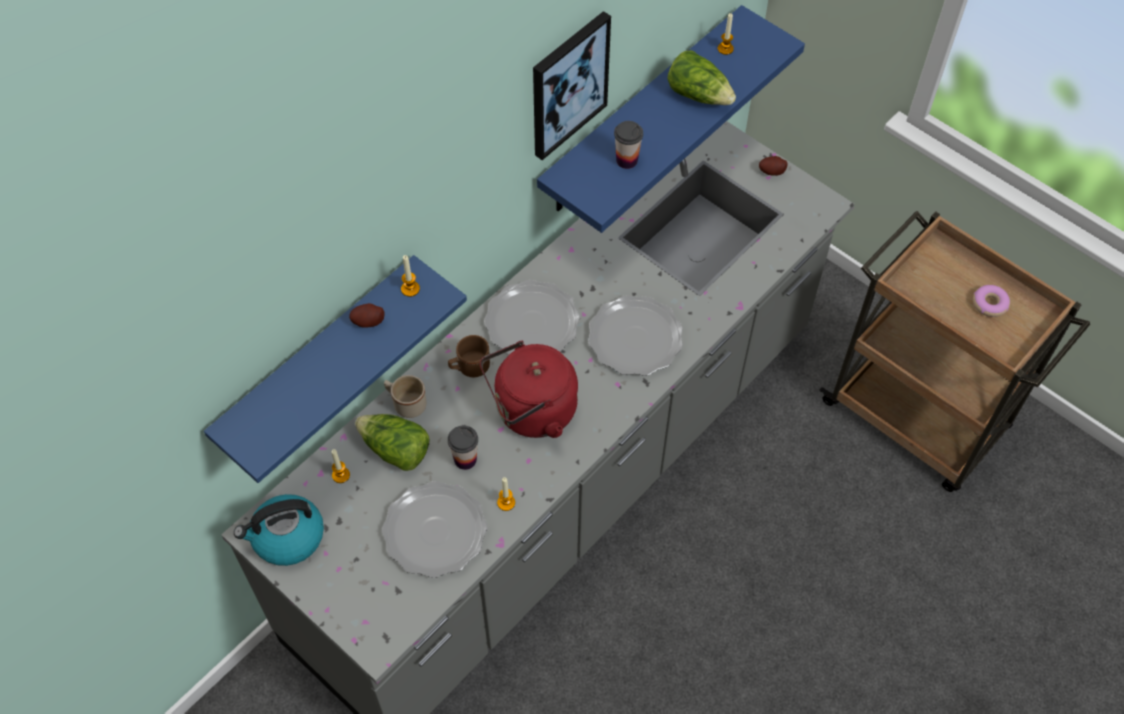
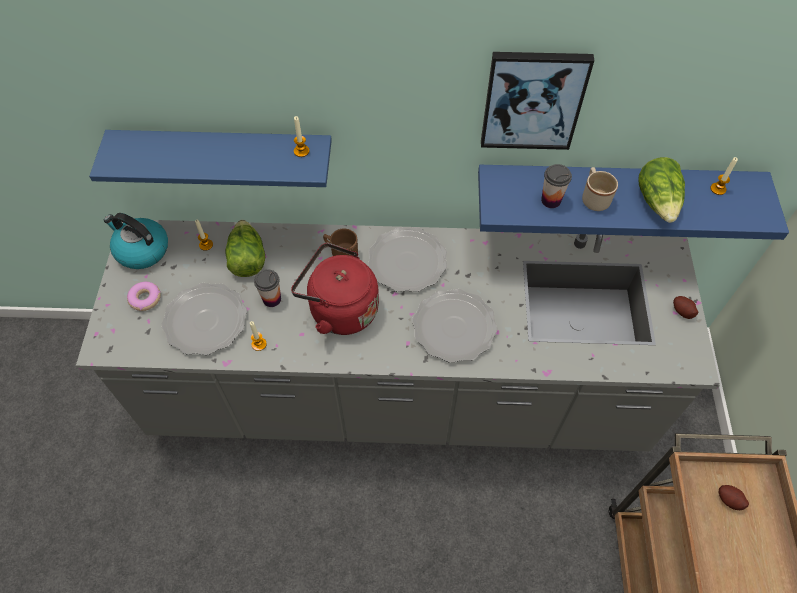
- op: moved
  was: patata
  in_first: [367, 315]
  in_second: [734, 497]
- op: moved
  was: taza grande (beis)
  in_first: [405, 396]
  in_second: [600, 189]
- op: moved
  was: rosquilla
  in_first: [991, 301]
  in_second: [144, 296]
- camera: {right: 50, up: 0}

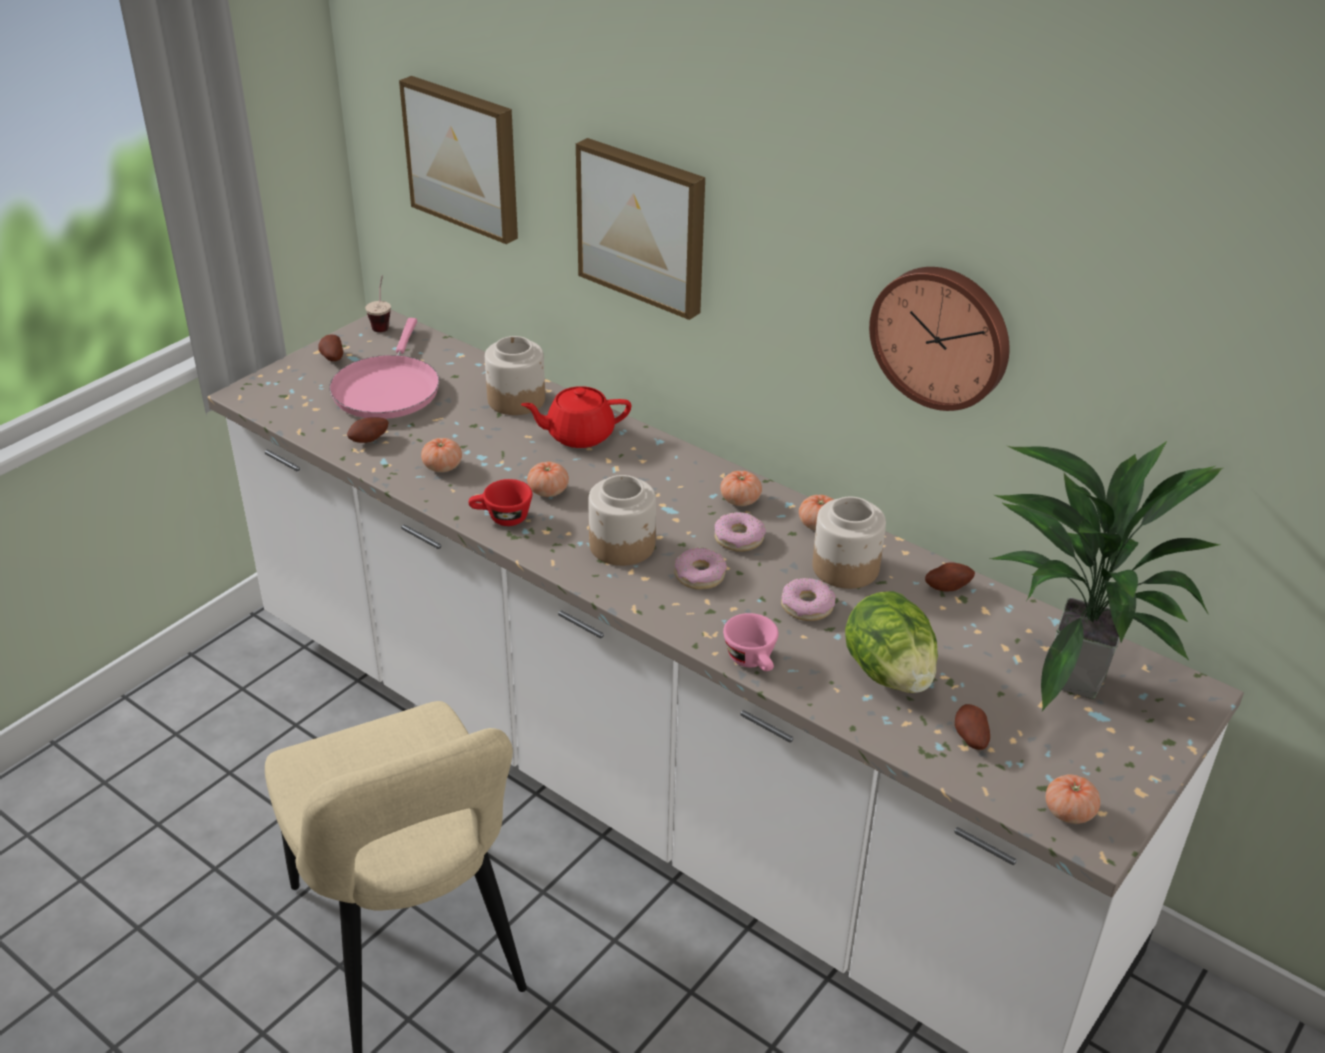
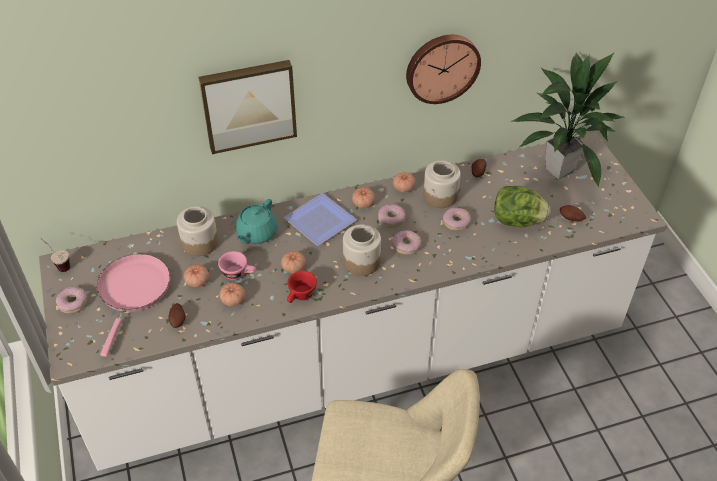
- op: removed
  was: cuadro
  in_first: [458, 160]
- op: added
  now: plato
  in_second: [320, 219]
- op: moved
  was: taza (rosa)
  in_first: [750, 642]
  in_second: [237, 265]
- op: moved
  was: tomate
  in_first: [1073, 799]
  in_second: [196, 276]
- op: replaced
  was: patata
  now: rosquilla
  in_first: [330, 347]
  in_second: [71, 300]
- op: recoloured
  was: tetera (rojo)
  now: tetera (turquesa)
  in_first: [576, 417]
  in_second: [256, 221]
- op: turned
  was: sartén (rosa)
  in_first: [384, 368]
  in_second: [133, 305]
  clockwise: -120
- camera: {right: -55, up: 10}

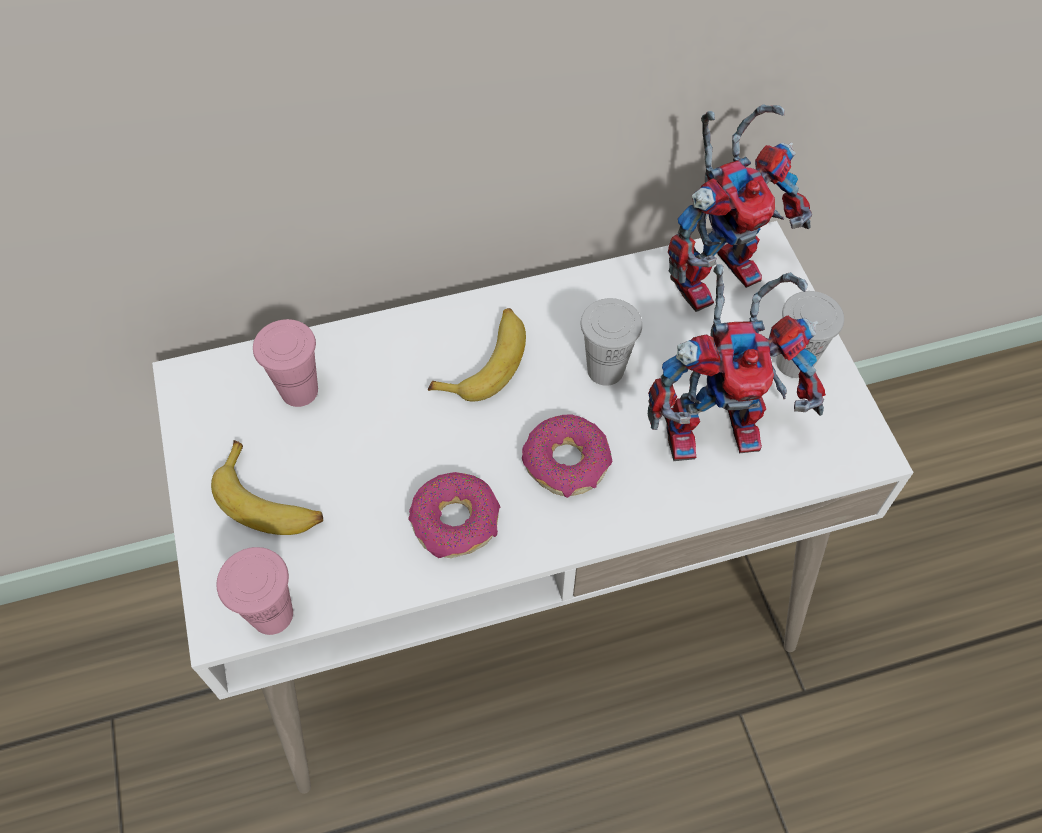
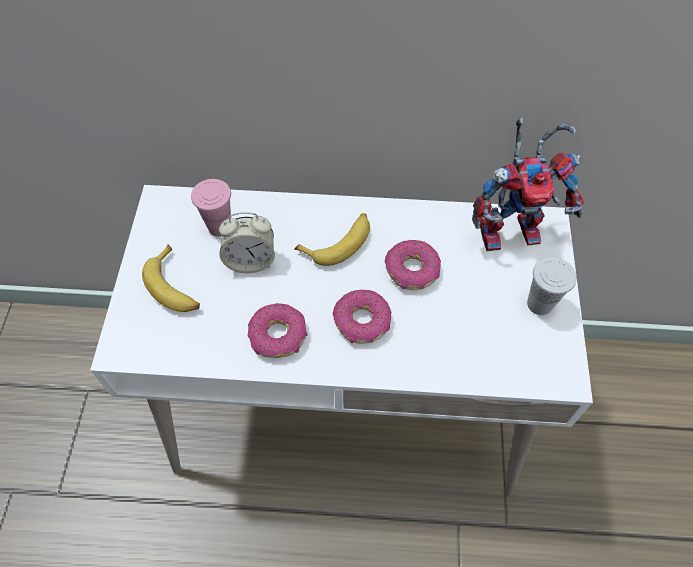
- op: removed
  was: taza (rosa)
  in_first: [254, 591]
- op: removed
  was: robot de juguete
  in_first: [737, 362]
- op: added
  now: despertador
  in_second: [247, 242]
- op: replaced
  was: taza (blanco)
  now: rosquilla
  in_first: [611, 342]
  in_second: [413, 265]
- camera: {right: 20, up: 0}

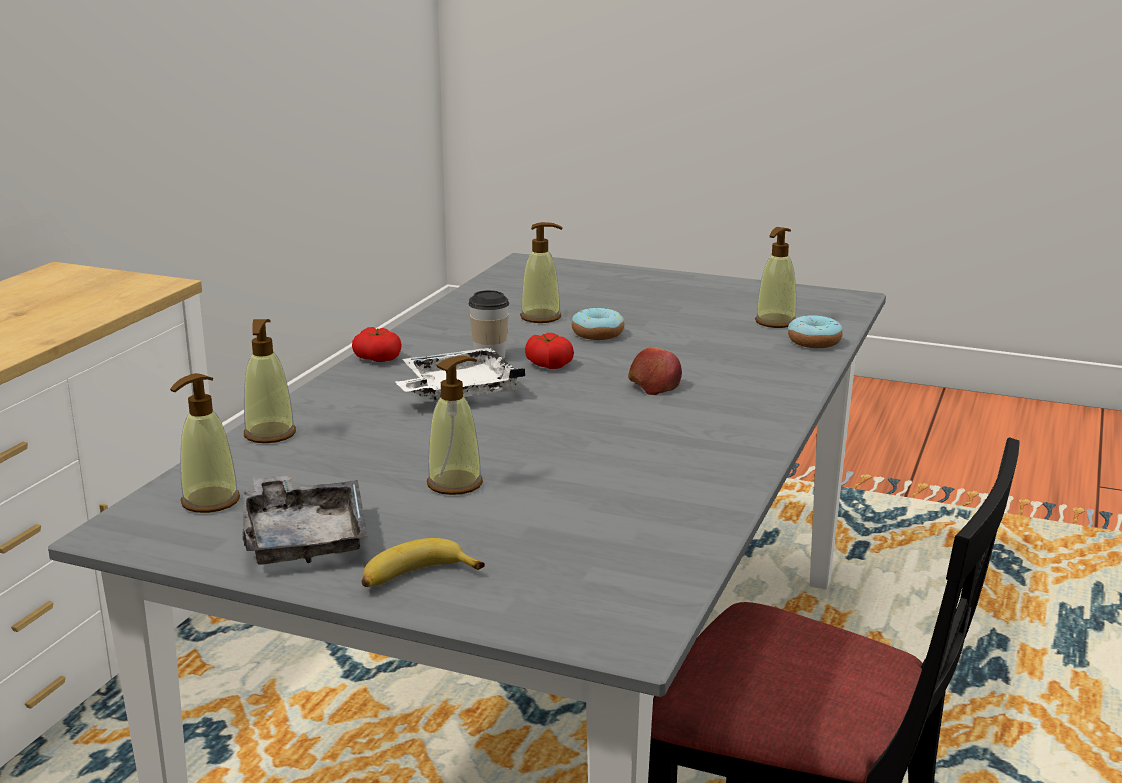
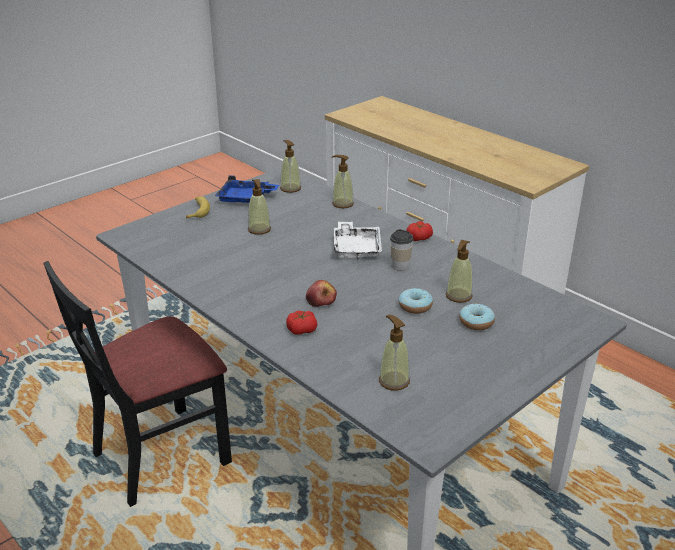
- op: moved
  was: tomate
  in_first: [549, 351]
  in_second: [301, 322]
- op: moved
  was: rosquilla
  in_first: [815, 331]
  in_second: [477, 316]
- op: recoloured
  was: bandeja (gris)
  now: bandeja (azul)
  in_first: [305, 520]
  in_second: [247, 189]
- camera: {right: 115, up: 10}

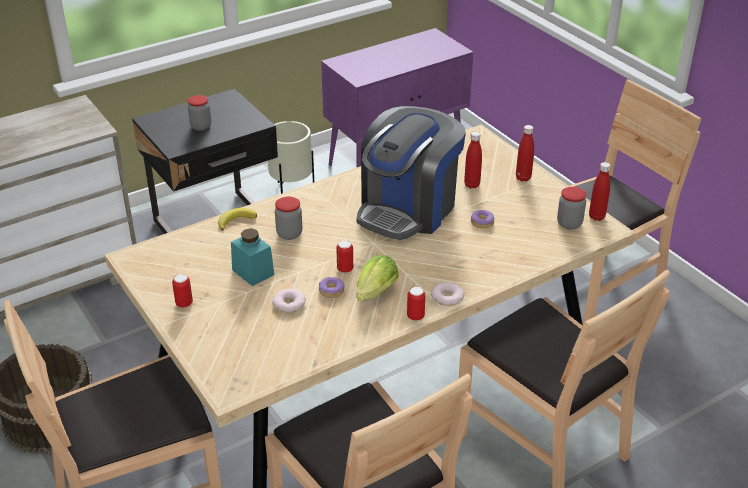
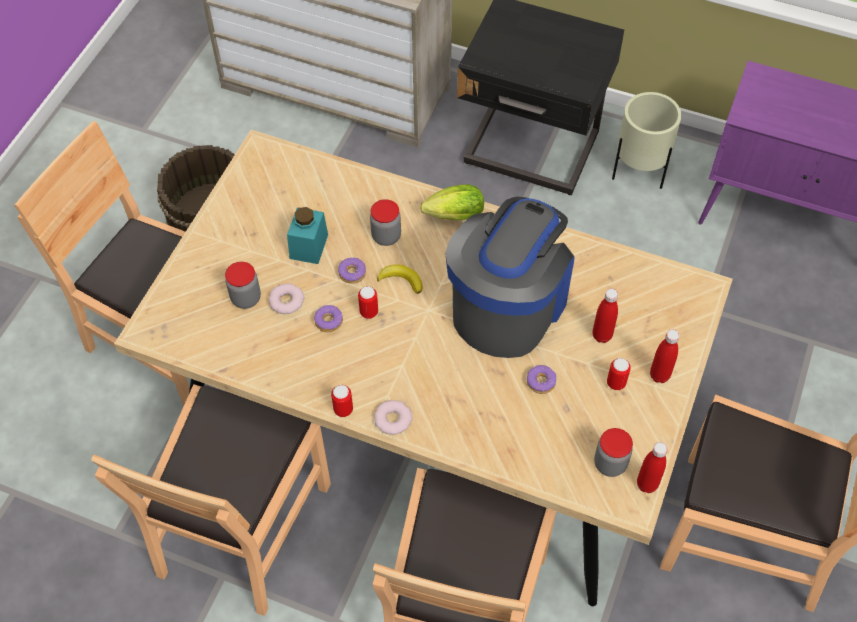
- op: added
  now: rosquilla
  in_second: [352, 270]
- op: moved
  was: lata
  in_first: [182, 291]
  in_second: [619, 374]
- op: moved
  was: tarro
  in_first: [199, 113]
  in_second: [243, 285]
- op: moved
  was: plátano
  in_first: [237, 219]
  in_second: [400, 279]
- op: moved
  was: lechuga
  in_first: [377, 278]
  in_second: [452, 202]
- op: turned
  was: cafetera
  in_first: [411, 173]
  in_second: [510, 277]
  clockwise: 120
- camera: {right: 55, up: 20}

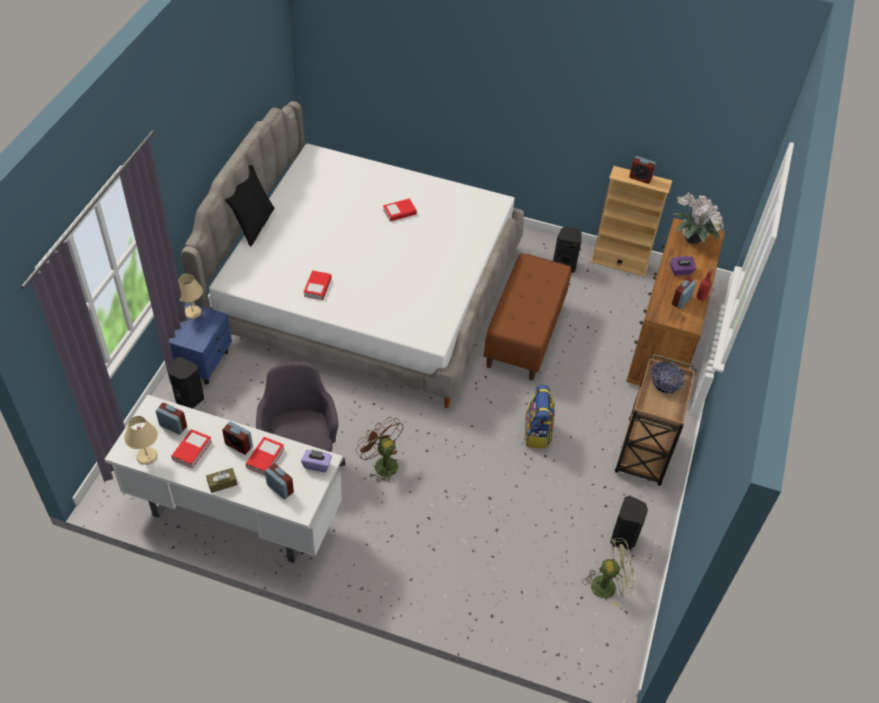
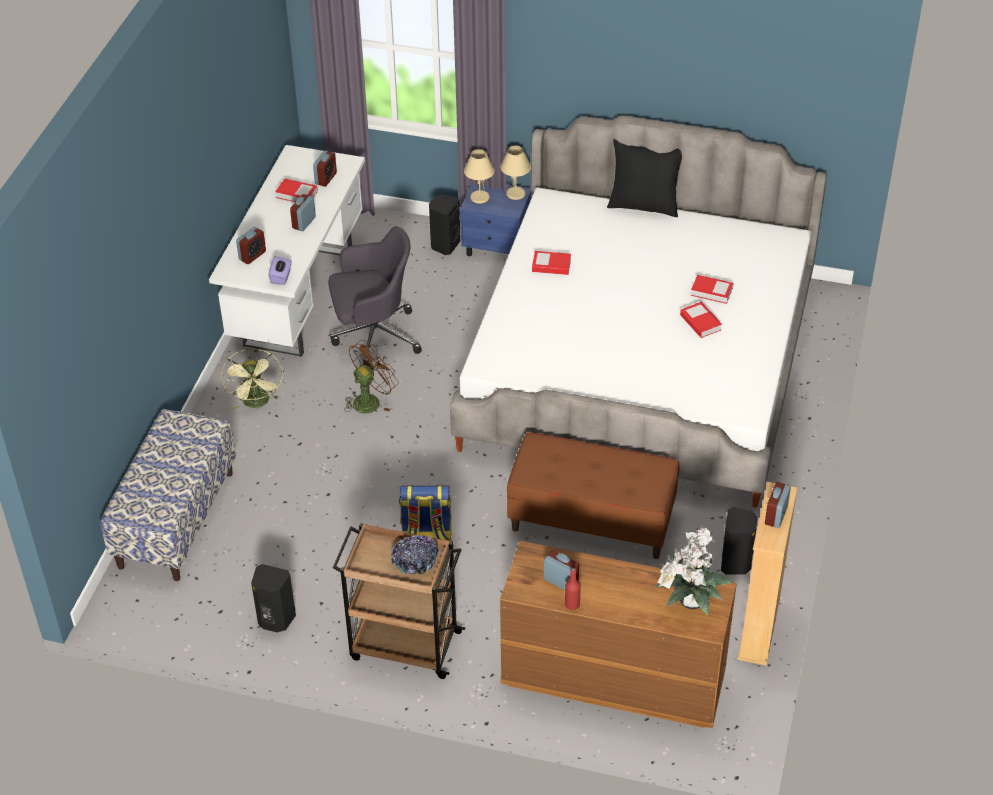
- op: removed
  was: caja de pañuelos (marrón)
  in_first: [221, 480]
- op: removed
  was: caja de pañuelos (morado)
  in_first: [683, 265]
- op: added
  now: banco
  in_second: [168, 495]
- op: moved
  was: lámpara de mesa (beis)
  in_first: [141, 440]
  in_second: [479, 176]
- op: moved
  was: libro
  in_first: [265, 456]
  in_second: [712, 289]
- op: moved
  was: ventilador (verde)
  in_first: [608, 572]
  in_second: [252, 379]
- camera: {right: 90, up: -5}

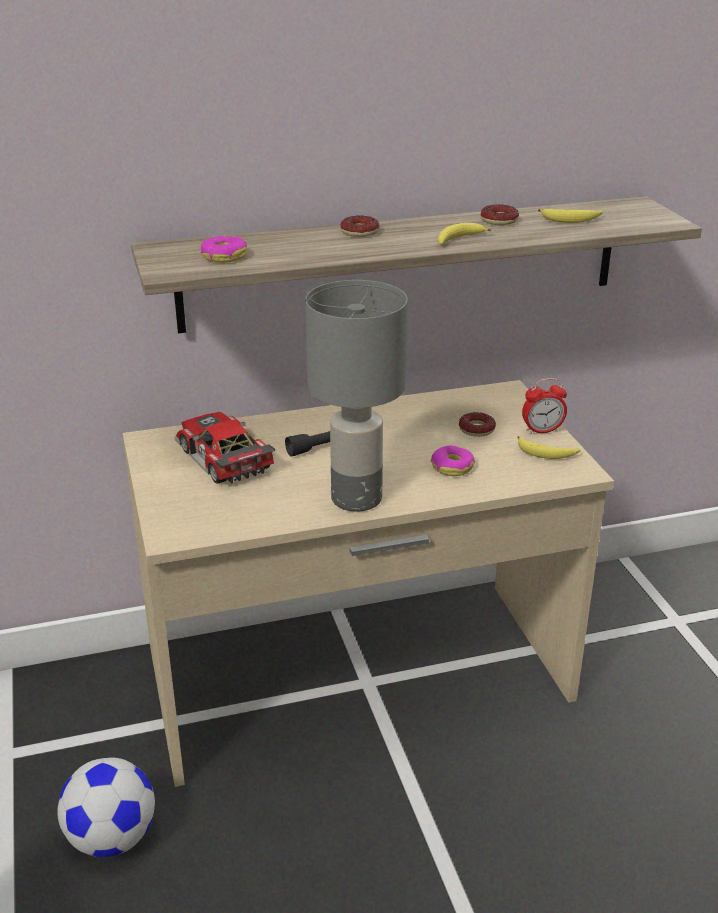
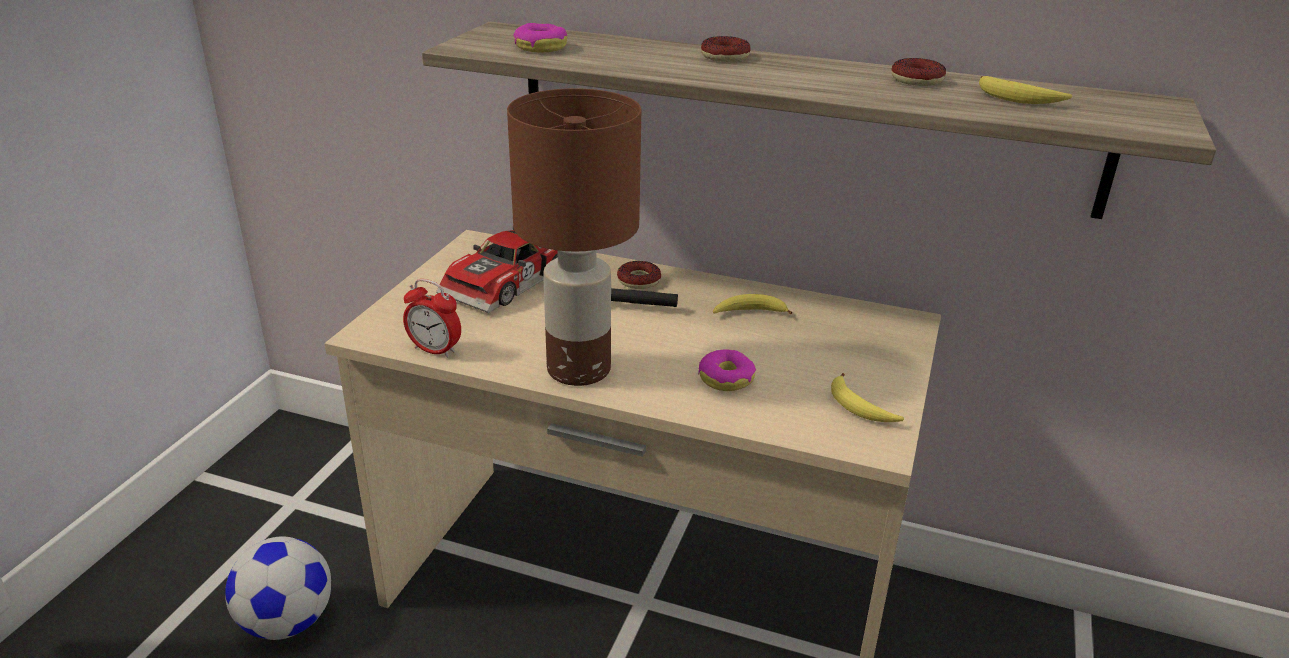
- op: moved
  was: plátano
  in_first: [464, 234]
  in_second: [752, 304]
- op: moved
  was: rosquilla
  in_first: [477, 424]
  in_second: [639, 275]
- op: moved
  was: despertador
  in_first: [544, 406]
  in_second: [432, 318]
- op: recoloured
  was: lámpara de mesa (gris)
  now: lámpara de mesa (marrón)
  in_first: [356, 396]
  in_second: [574, 237]
- op: turned
  was: coche de juguete
  in_first: [224, 448]
  in_second: [497, 270]
  clockwise: -150
- camera: {right: 35, up: 0}

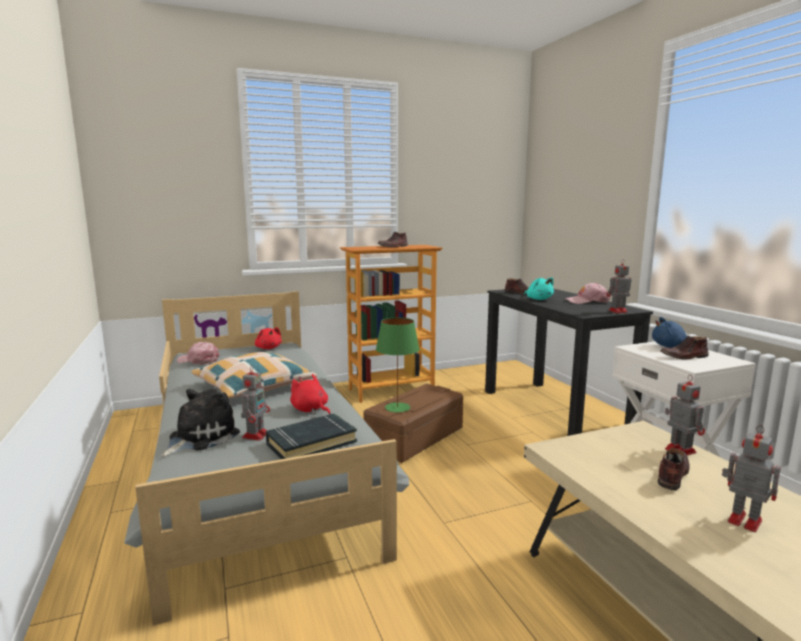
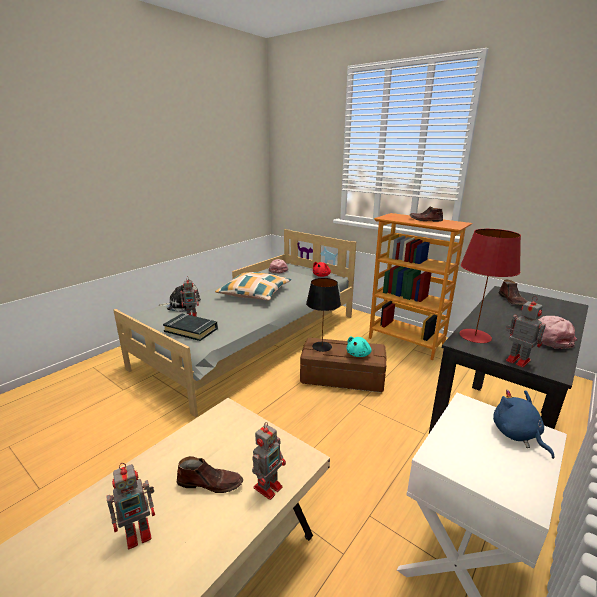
- op: removed
  was: peluche (rojo)
  in_first: [310, 394]
- op: removed
  was: zapato (marrón)
  in_first: [684, 348]
- op: added
  now: lámpara de mesa (rojo)
  in_second: [490, 286]
- op: moved
  was: peluche (turquesa)
  in_first: [539, 288]
  in_second: [359, 346]
- op: recoloured
  was: lámpara de mesa (verde)
  now: lámpara de mesa (negro)
  in_first: [398, 365]
  in_second: [323, 315]
- op: turned
  was: robot de juguete
  in_first: [751, 478]
  in_second: [130, 506]
  clockwise: 45
- camera: {right: 60, up: 10}

